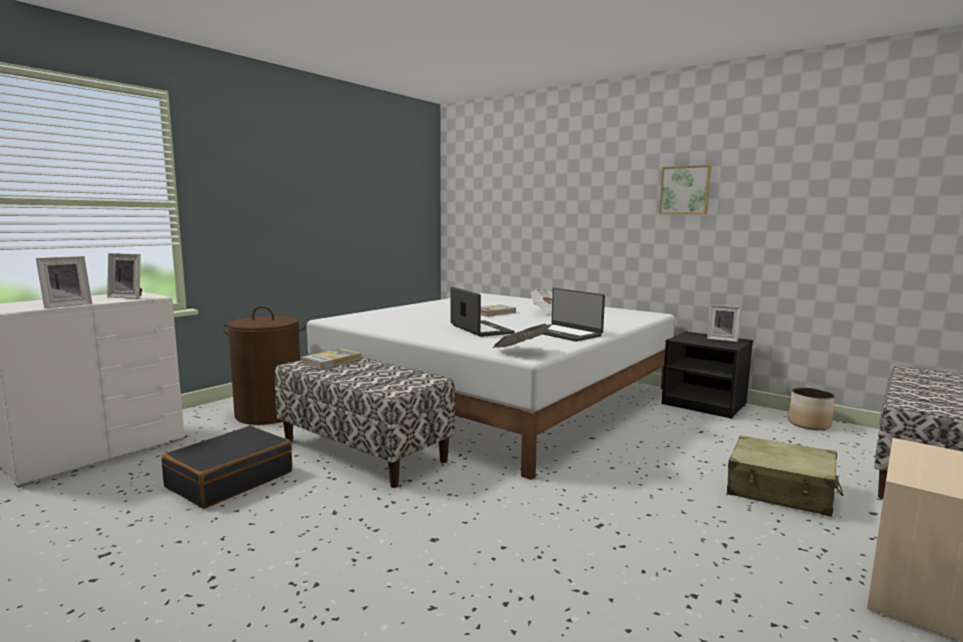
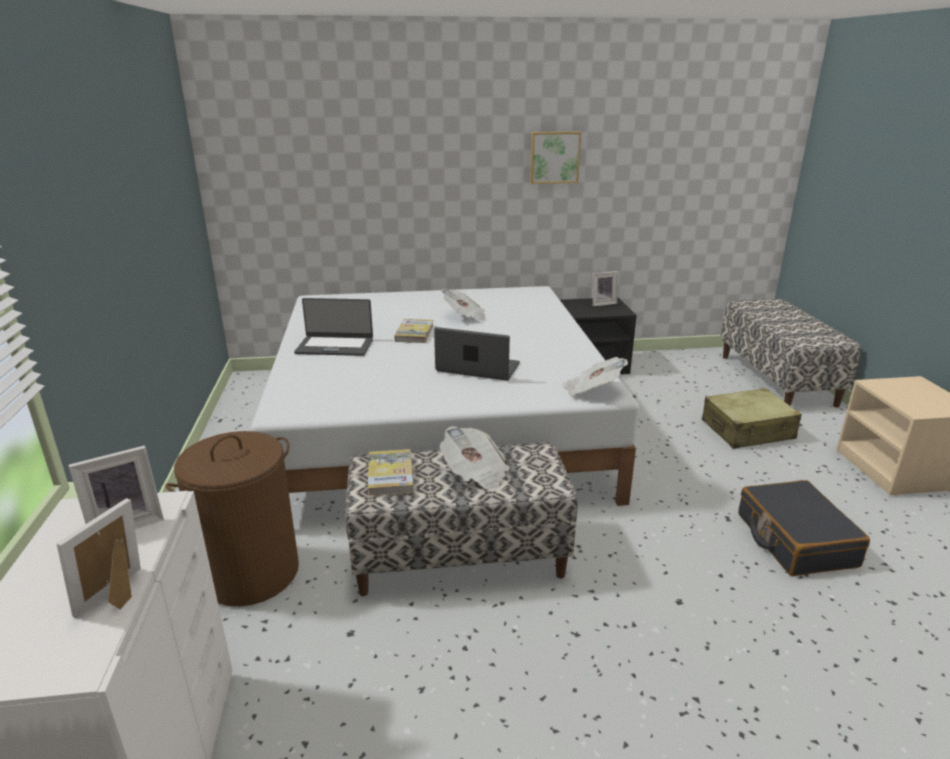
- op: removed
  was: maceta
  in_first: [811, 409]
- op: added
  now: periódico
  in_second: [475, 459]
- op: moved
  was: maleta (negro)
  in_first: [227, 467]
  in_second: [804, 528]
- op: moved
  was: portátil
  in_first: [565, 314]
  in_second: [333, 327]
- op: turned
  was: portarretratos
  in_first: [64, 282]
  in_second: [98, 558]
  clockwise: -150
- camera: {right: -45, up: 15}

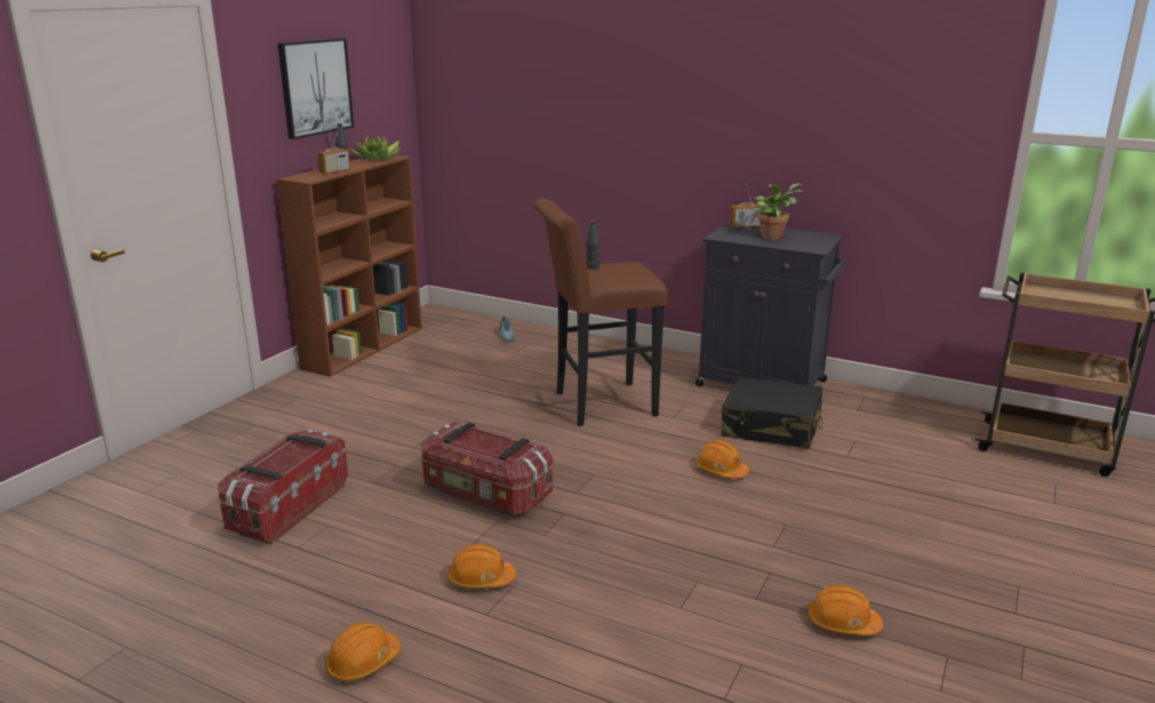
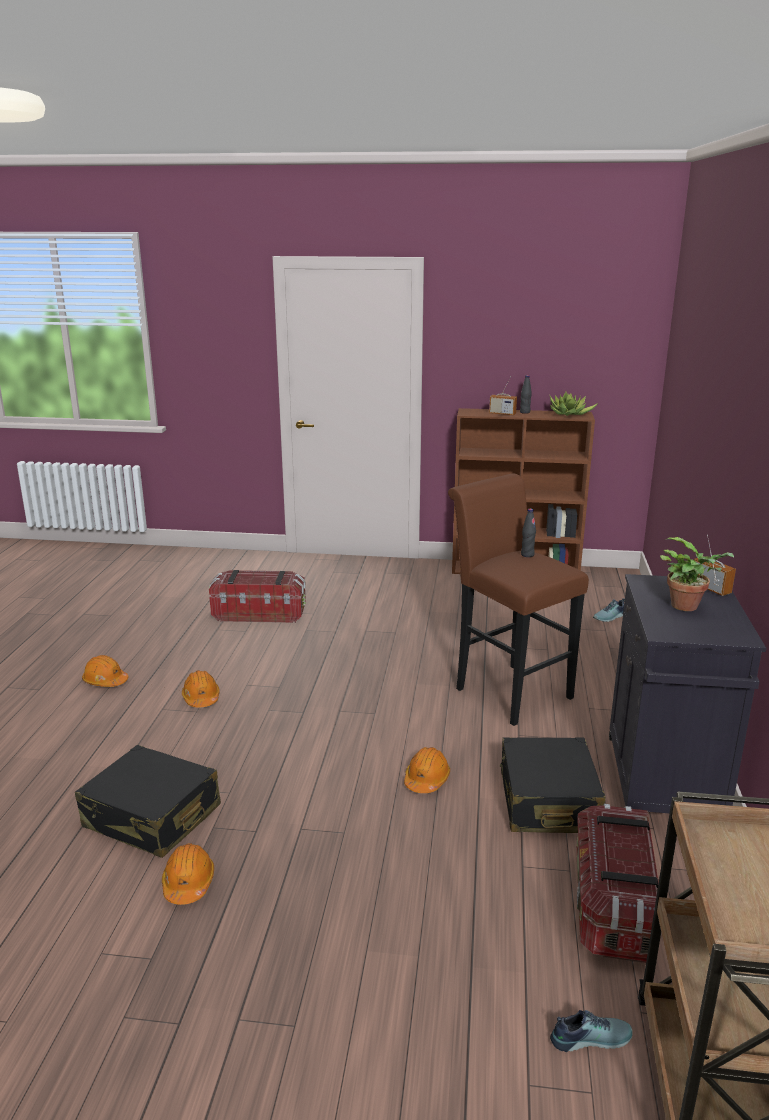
- op: removed
  was: cuadro
  in_first: [316, 88]
- op: added
  now: maleta (negro)
  in_second: [148, 801]
- op: added
  now: zapato
  in_second: [591, 1031]
- op: moved
  was: caja de almacenaje
  in_first: [487, 469]
  in_second: [618, 883]
- camera: {right: 70, up: 0}

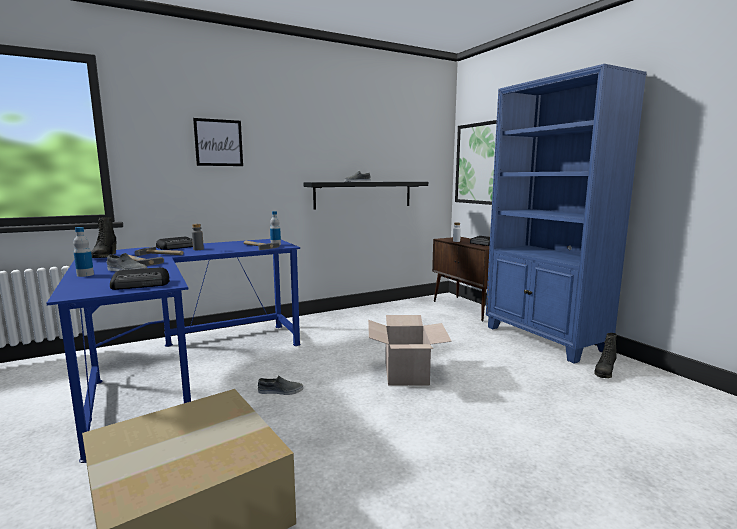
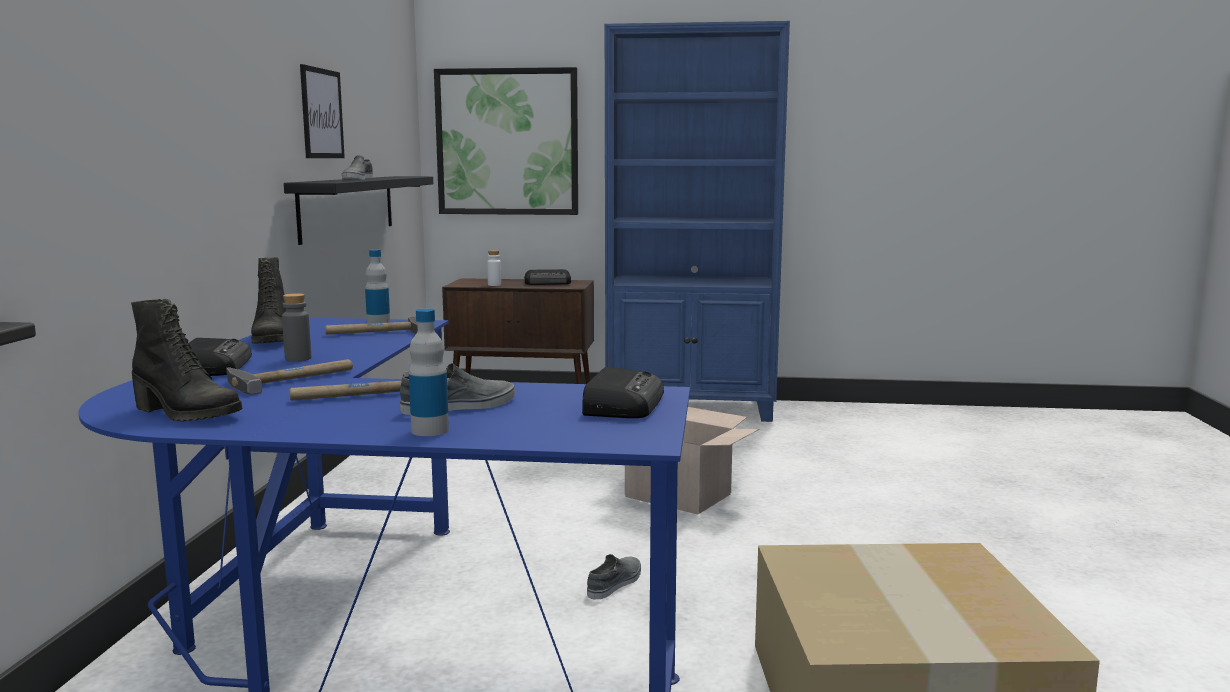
- op: moved
  was: cuadro
  in_first: [218, 142]
  in_second: [322, 111]
- op: moved
  was: bota (negro)
  in_first: [605, 355]
  in_second: [268, 300]
- camera: {right: -55, up: 0}

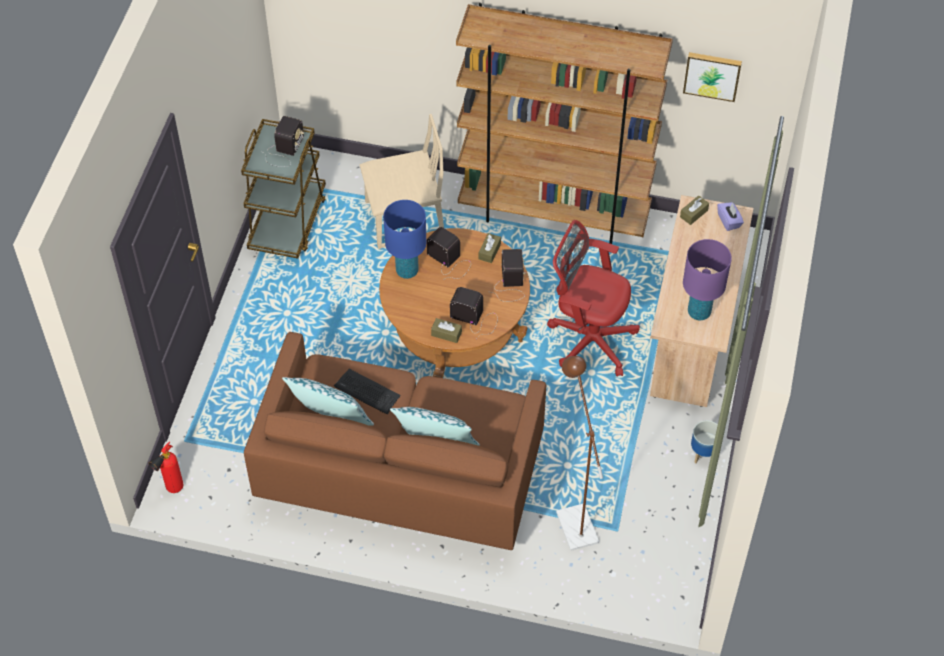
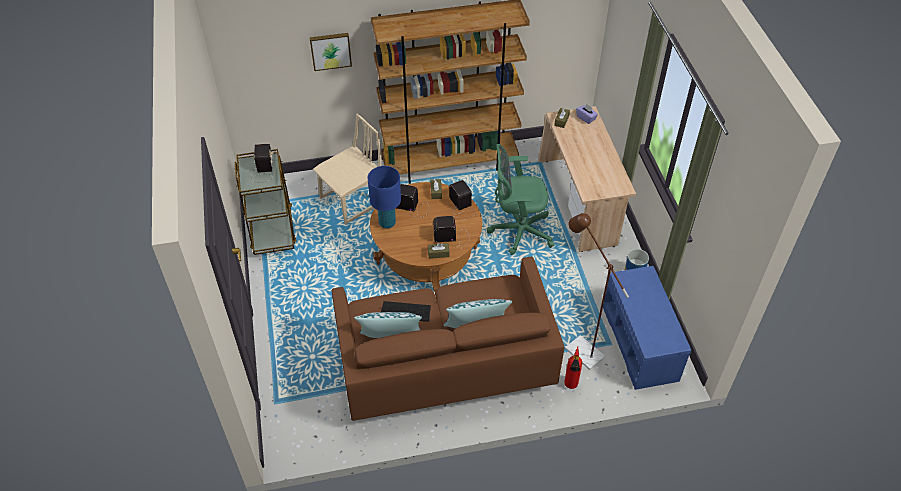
- op: removed
  was: lámpara de mesa (morado)
  in_first: [707, 280]
- op: added
  now: banco (azul)
  in_second: [647, 328]
- op: moved
  was: extintor
  in_first: [166, 467]
  in_second: [573, 368]
- op: moved
  was: cuadro
  in_first: [712, 77]
  in_second: [330, 52]
- op: recoloured
  was: silla de oficina (rojo)
  now: silla de oficina (verde)
  in_first: [593, 298]
  in_second: [521, 199]
- camera: {right: -25, up: -5}

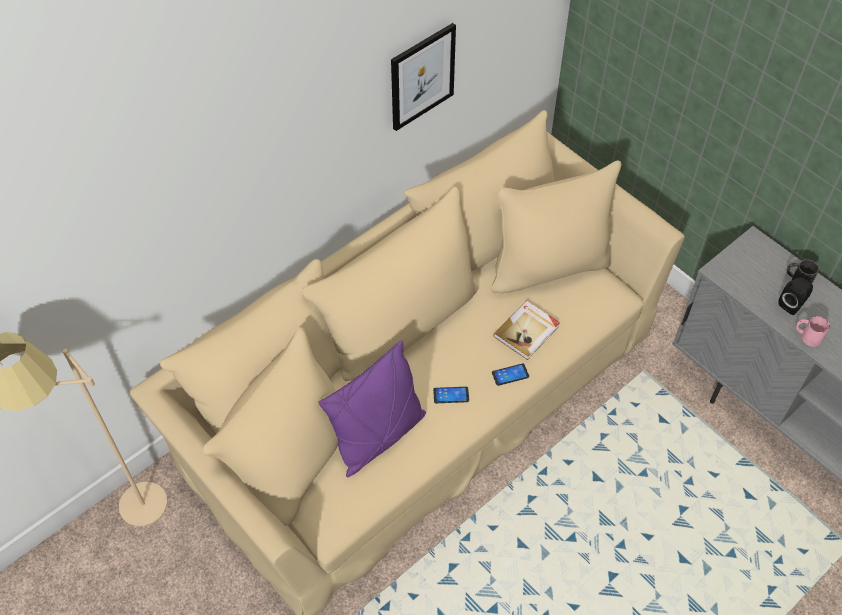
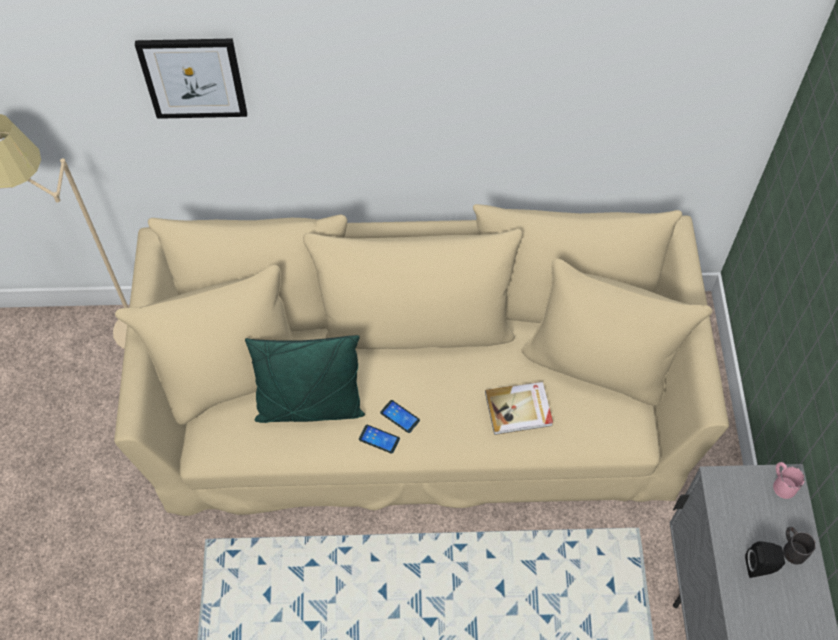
- op: moved
  was: cuadro
  in_first: [423, 77]
  in_second: [191, 78]
- op: moved
  was: móvil
  in_first: [510, 375]
  in_second: [379, 439]
- op: moved
  was: taza grande (rosa)
  in_first: [813, 331]
  in_second: [789, 480]
- op: recoloured
  was: cojín (morado)
  now: cojín (verde)
  in_first: [372, 408]
  in_second: [305, 379]
- camera: {right: 40, up: 5}

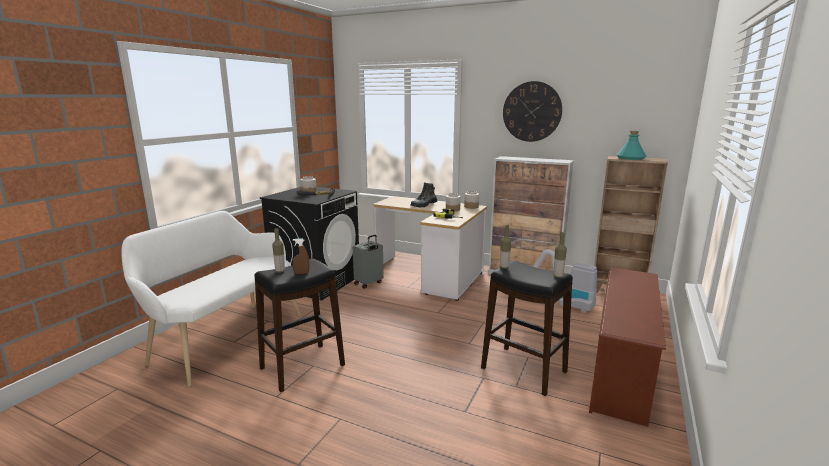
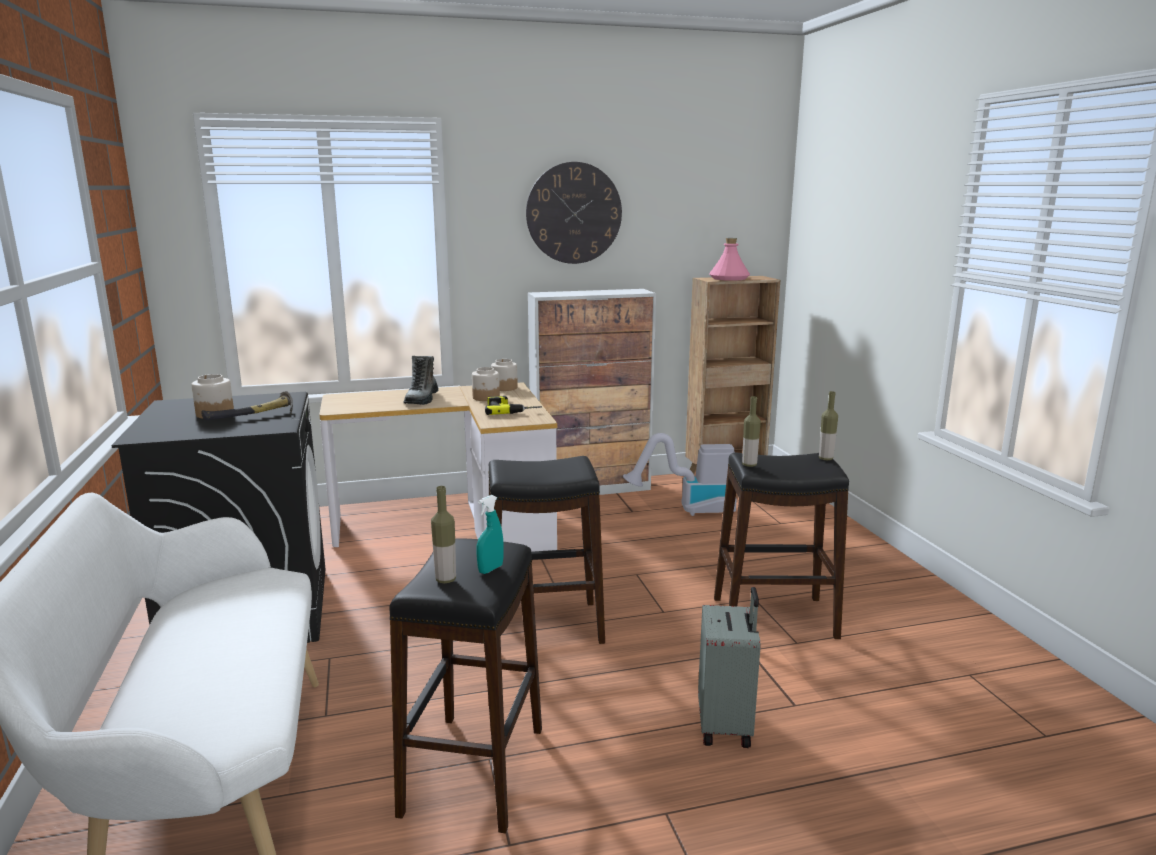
- op: removed
  was: zapatero (marrón)
  in_first: [627, 347]
- op: added
  now: taburete (negro)
  in_second: [546, 550]
- op: moved
  was: maleta (gris)
  in_first: [368, 262]
  in_second: [729, 667]
- op: recoloured
  was: pulverizador (marrón)
  now: pulverizador (turquesa)
  in_first: [300, 256]
  in_second: [490, 534]
- op: recoloured
  was: botella (turquesa)
  now: botella (rosa)
  in_first: [631, 145]
  in_second: [729, 259]
- camera: {right: -40, up: 0}

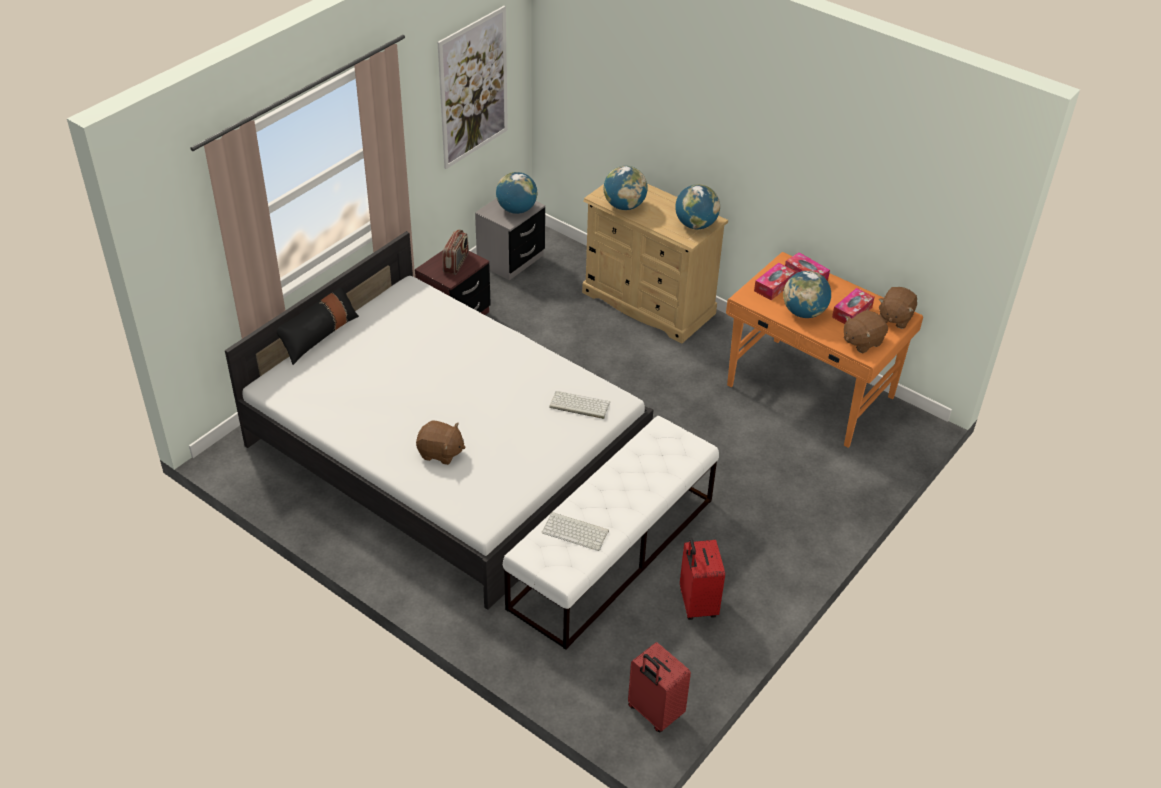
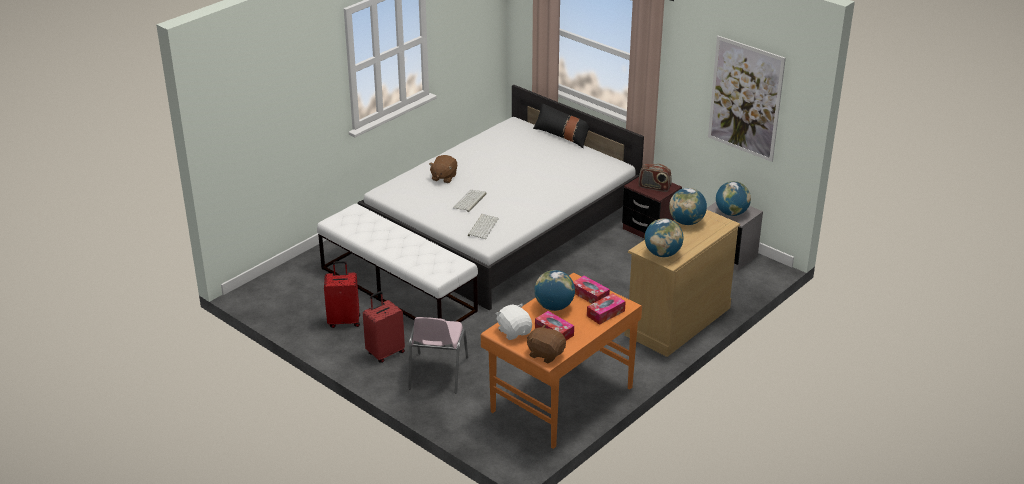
- op: added
  now: silla (rosa)
  in_second: [438, 355]
- op: moved
  was: teclado
  in_first: [575, 531]
  in_second: [470, 201]
- op: moved
  was: maleta (rojo)
  in_first: [659, 687]
  in_second: [384, 327]
- op: recoloured
  was: peluche (marrón)
  now: peluche (blanco)
  in_first: [866, 331]
  in_second: [513, 322]
- camera: {right: 95, up: -10}

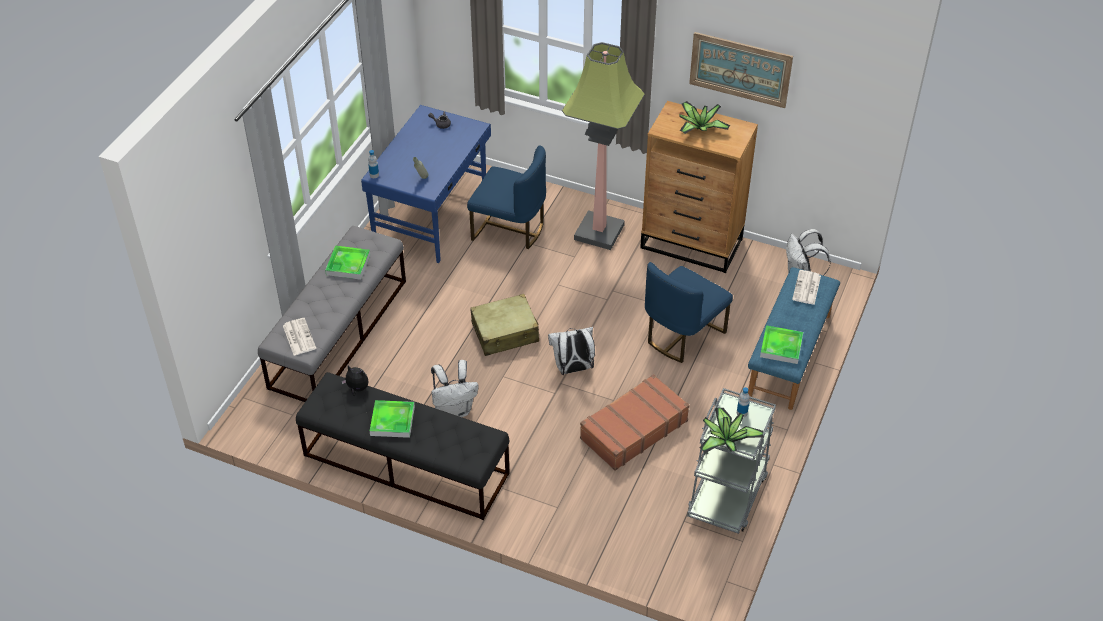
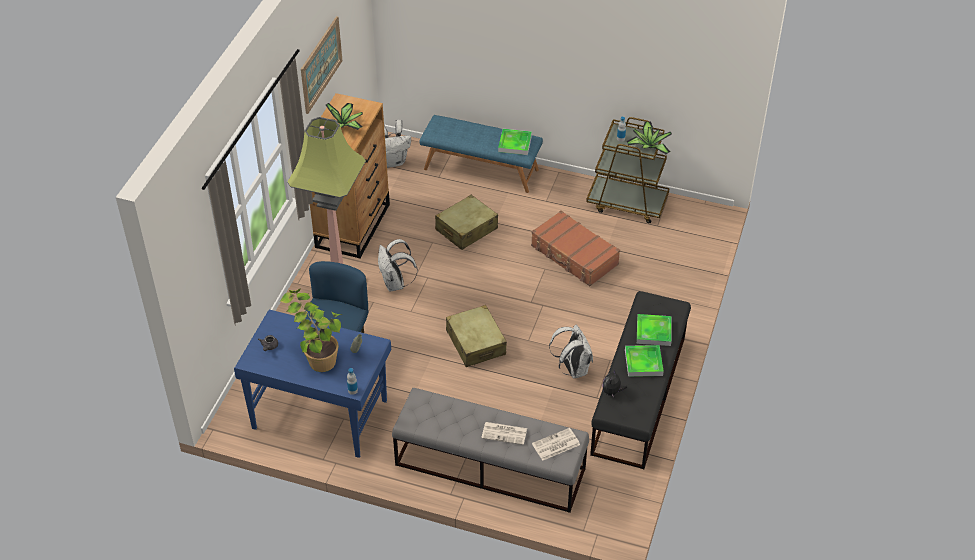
- op: added
  now: planta en maceta
  in_second: [311, 330]
- op: moved
  was: bandeja
  in_first: [347, 262]
  in_second: [654, 330]
- op: moved
  was: mochila (blanco)
  in_first: [571, 351]
  in_second: [398, 265]
- op: moved
  was: periódico
  in_first: [806, 287]
  in_second: [504, 433]
- op: replaced
  was: silla (azul)
  now: maleta (beis)
  in_first: [689, 312]
  in_second: [466, 222]
- op: recoloured
  was: carrito (gris)
  now: carrito (marrón)
  in_first: [731, 461]
  in_second: [628, 170]
- camera: {right: -95, up: 0}

